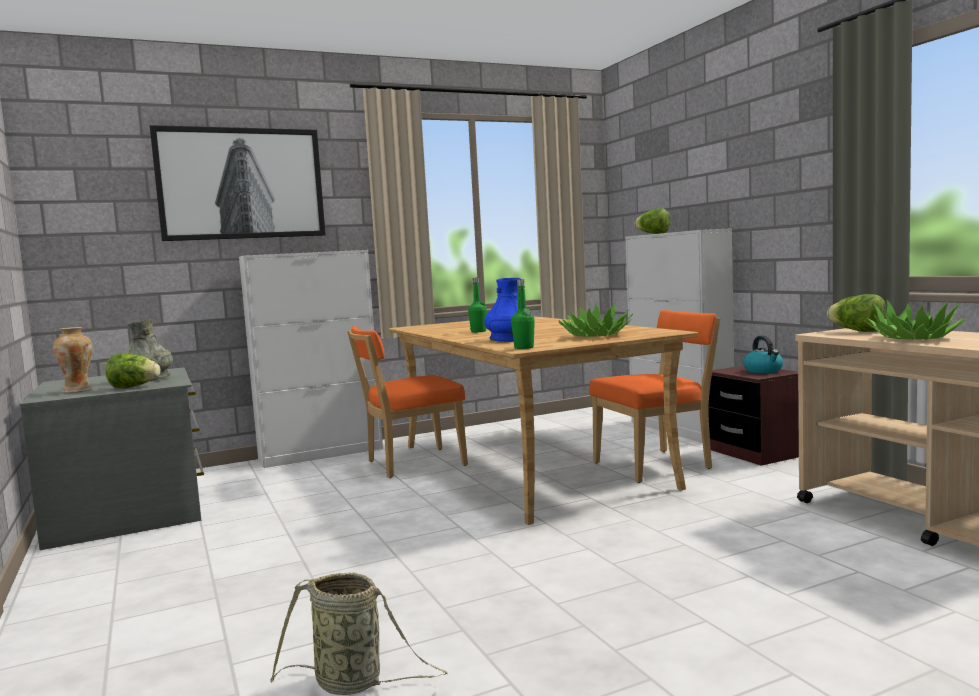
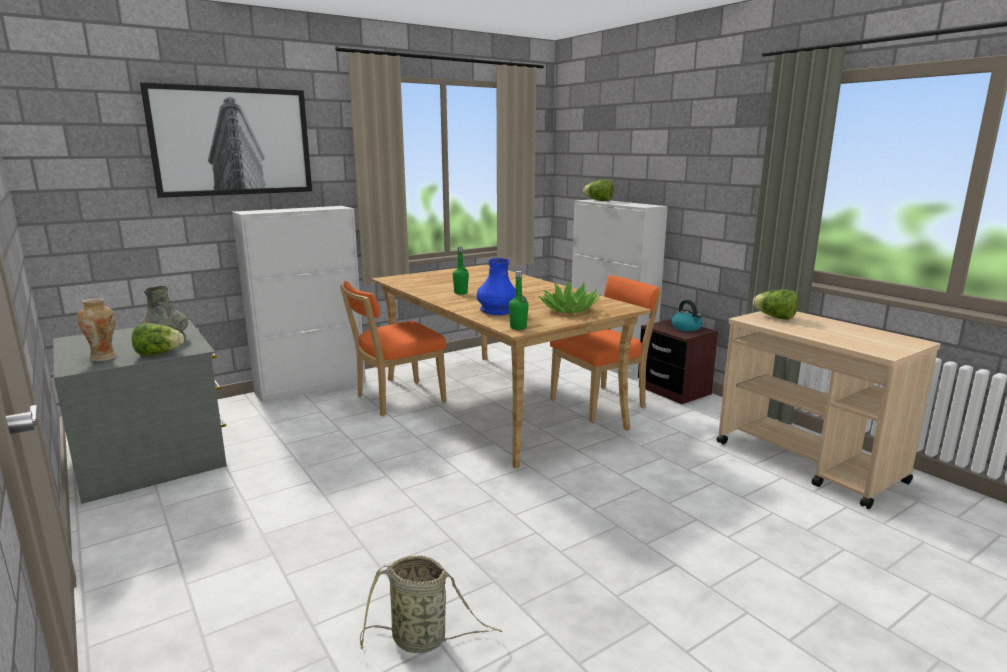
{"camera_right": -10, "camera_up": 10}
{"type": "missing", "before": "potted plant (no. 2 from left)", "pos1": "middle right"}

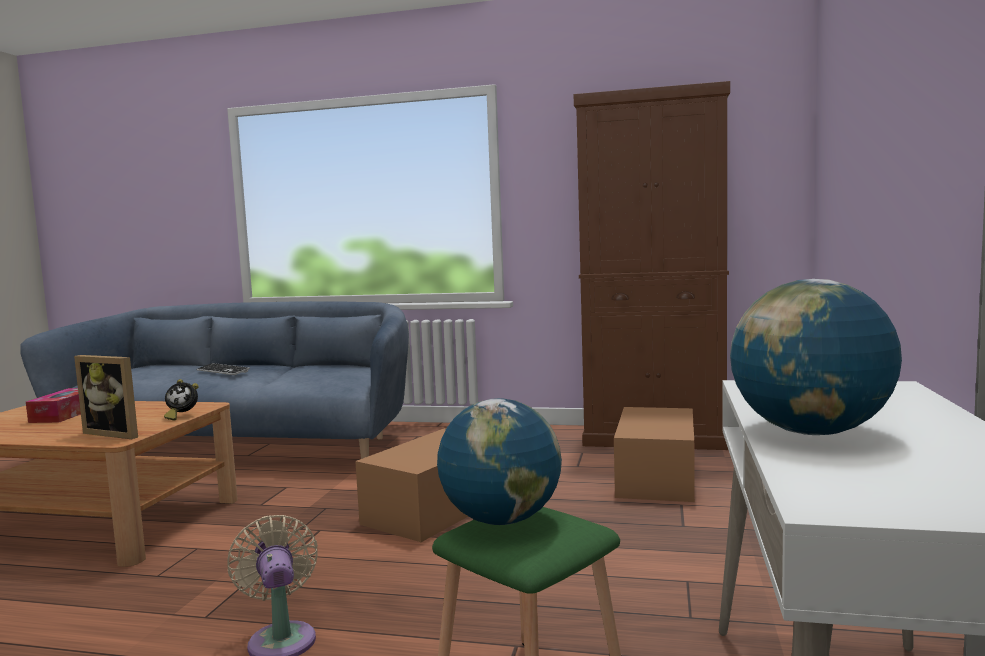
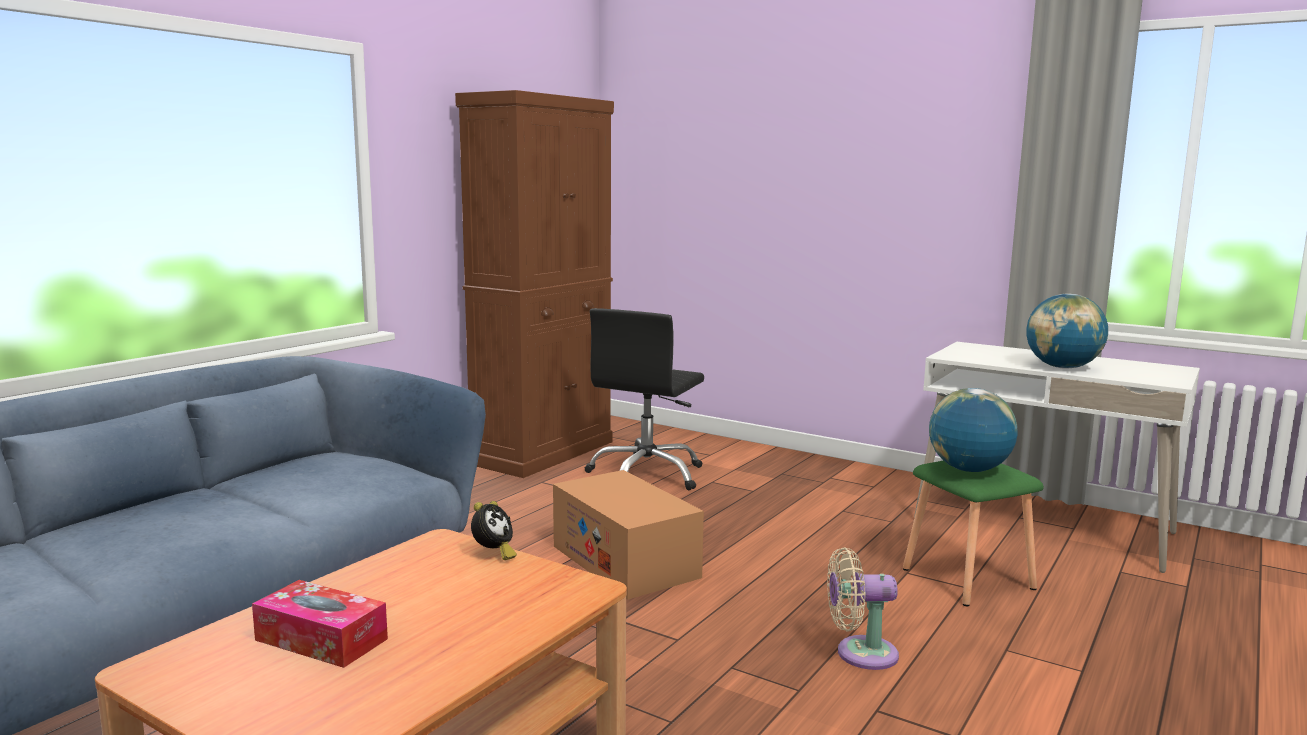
{"camera_right": -70, "camera_up": 5}
{"type": "missing", "before": "photo frame", "pos1": "middle left"}
{"type": "missing", "before": "keyboard", "pos1": "middle left"}
{"type": "exchanged", "before": "packing box (no. 2 from left)", "after": "blackish desk chair", "pos1": "bottom centre", "pos2": "centre"}

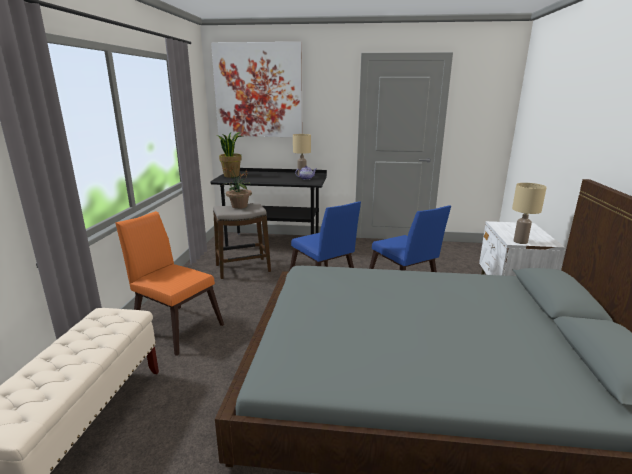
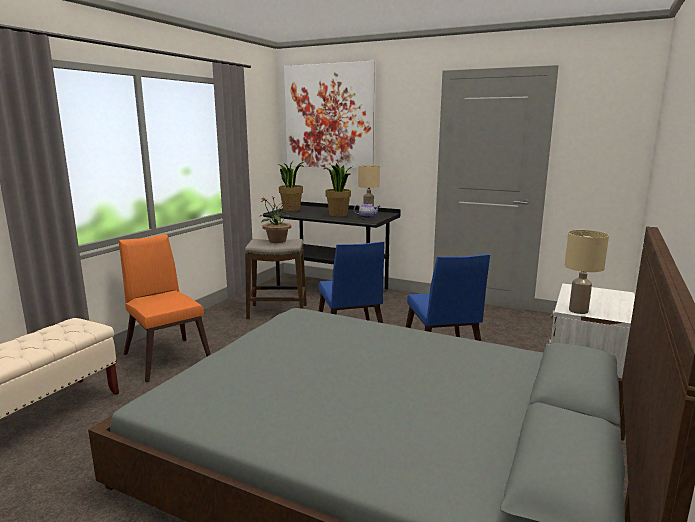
{"camera_right": 20, "camera_up": -5}
{"type": "appeared", "after": "potted plant (no. 3 from left)", "pos2": "centre"}

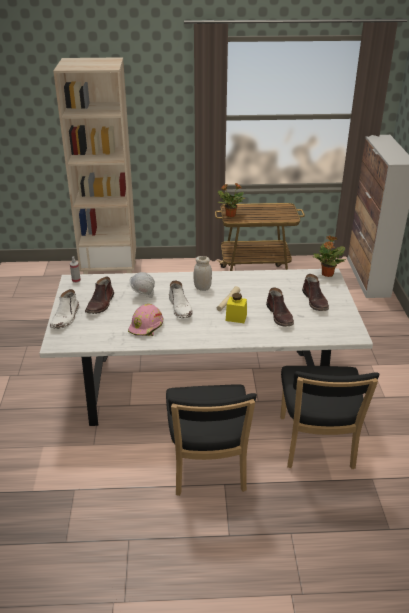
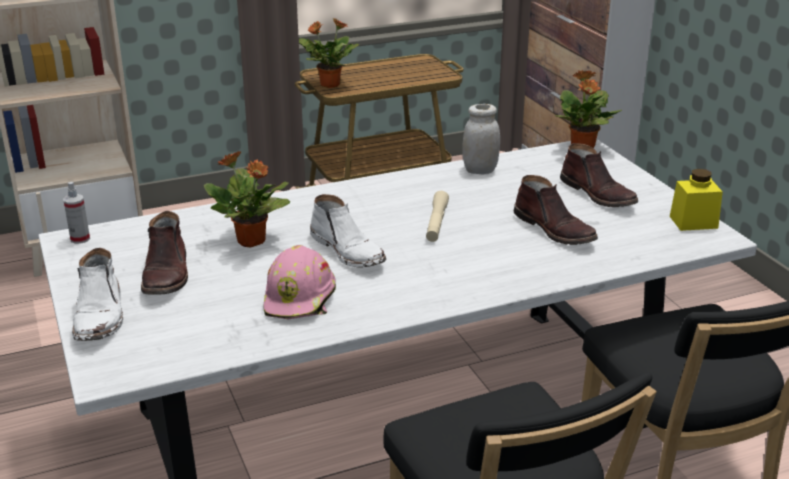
{"camera_right": -20, "camera_up": -5}
{"type": "relocated", "before": "whitish storage jar", "pos1": "centre", "pos2": "top centre"}
{"type": "relocated", "before": "yellow-coloured storage jar", "pos1": "centre", "pos2": "middle right"}
{"type": "exchanged", "before": "whitish hard hat", "after": "potted plant (no. 1 from left)", "pos1": "centre", "pos2": "middle left"}

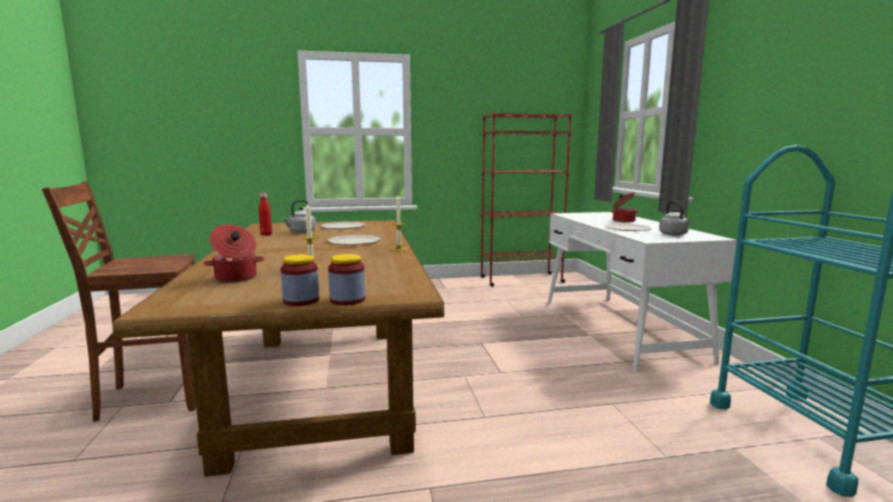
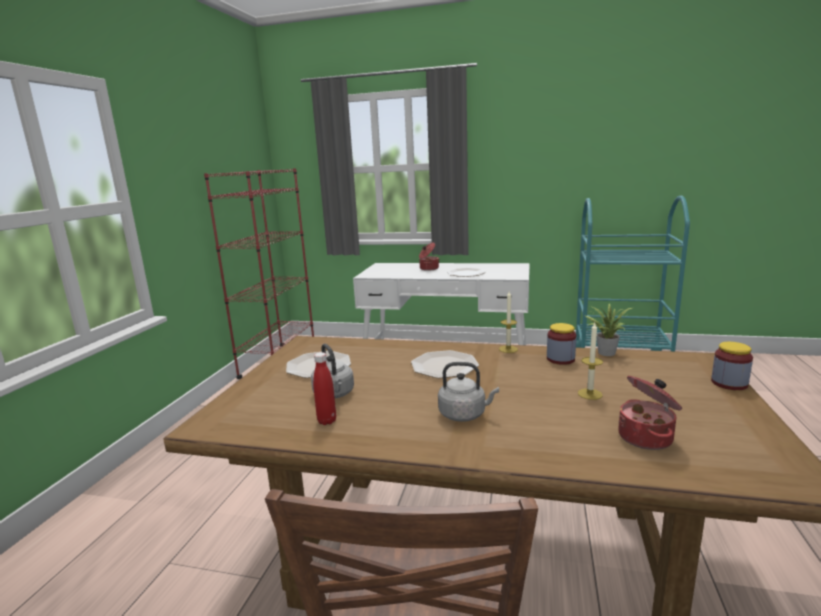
{"camera_right": -65, "camera_up": 5}
{"type": "appeared", "after": "potted plant", "pos2": "middle right"}
{"type": "relocated", "before": "storage jar (no. 1 from left)", "pos1": "centre", "pos2": "middle right"}
{"type": "relocated", "before": "gray kettle (no. 2 from left)", "pos1": "middle right", "pos2": "centre"}

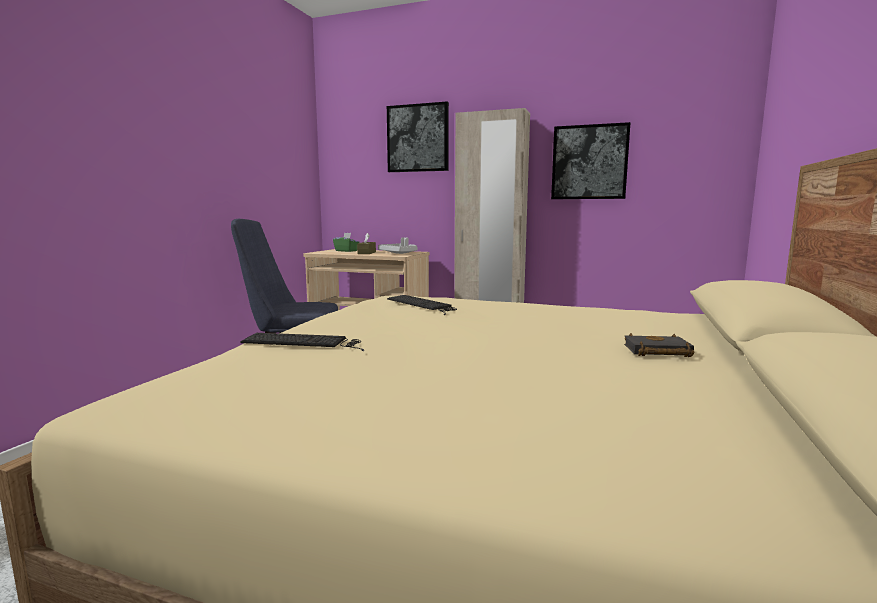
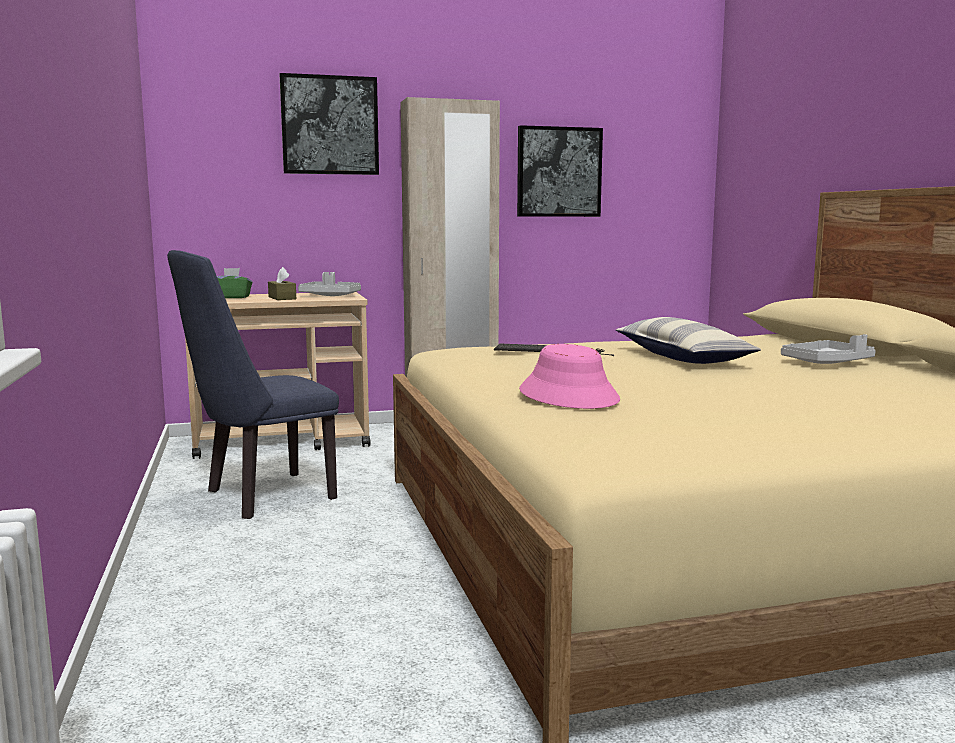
{"camera_right": -35, "camera_up": 0}
{"type": "appeared", "after": "cushion", "pos2": "middle right"}
{"type": "exchanged", "before": "keyboard (no. 1 from left)", "after": "pinkish hat", "pos1": "centre", "pos2": "centre"}
{"type": "exchanged", "before": "blackish bound book", "after": "gray carrying tray (no. 2 from left)", "pos1": "middle right", "pos2": "middle right"}

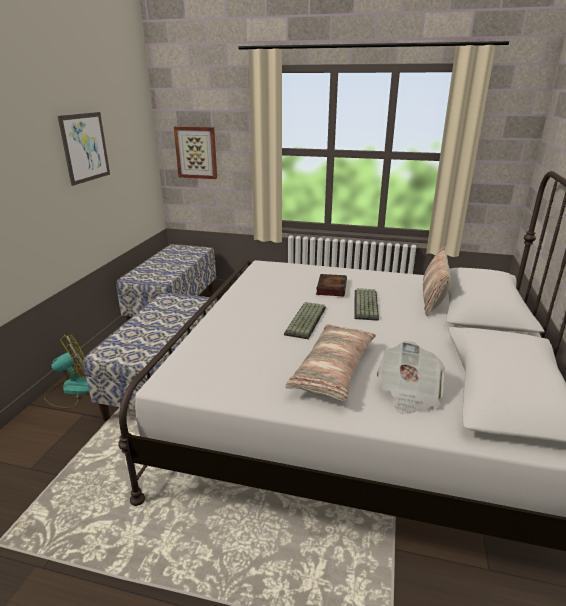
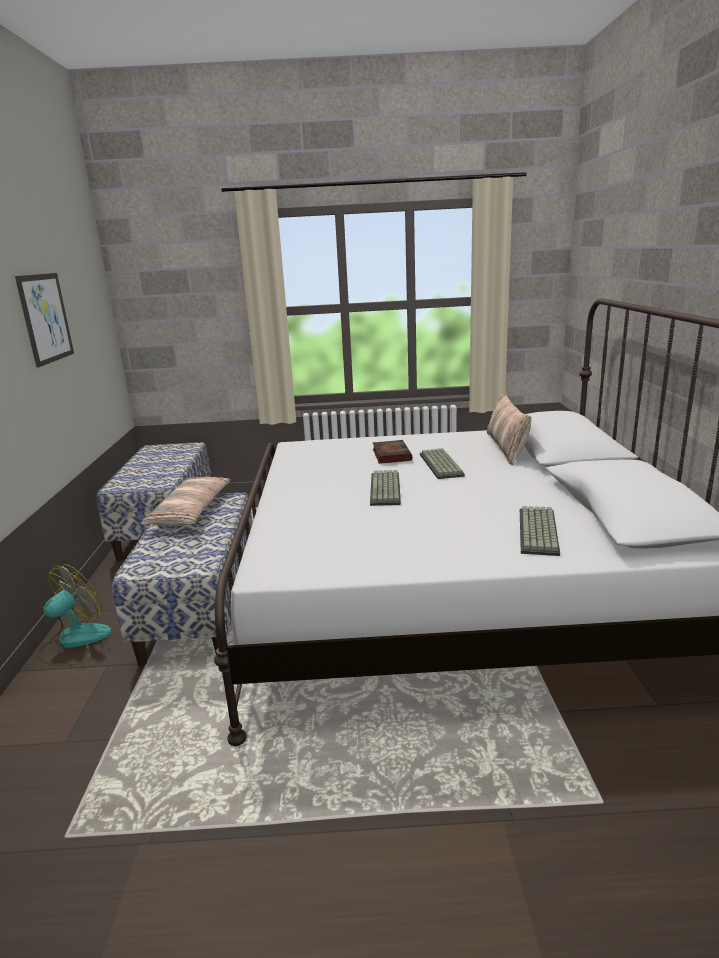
{"camera_right": -15, "camera_up": -5}
{"type": "missing", "before": "wall picture (no. 2 from left)", "pos1": "top centre"}
{"type": "relocated", "before": "cushion (no. 1 from left)", "pos1": "centre", "pos2": "middle left"}
{"type": "exchanged", "before": "daily paper", "after": "keyboard (no. 3 from left)", "pos1": "middle right", "pos2": "middle right"}

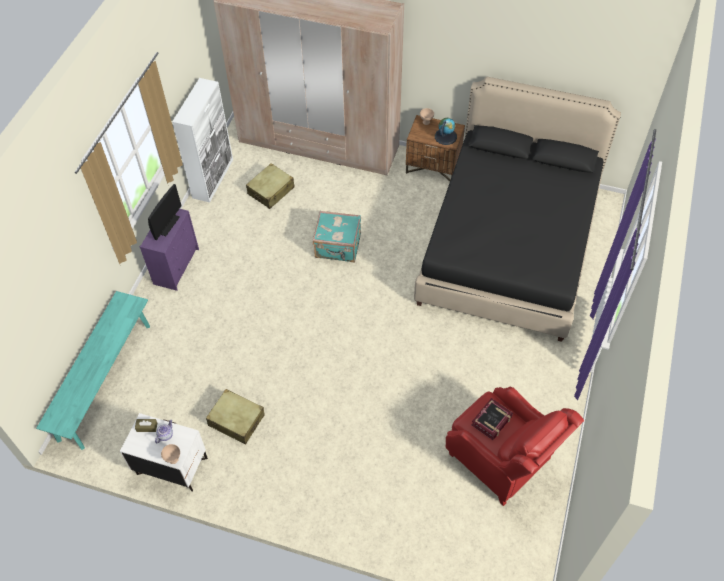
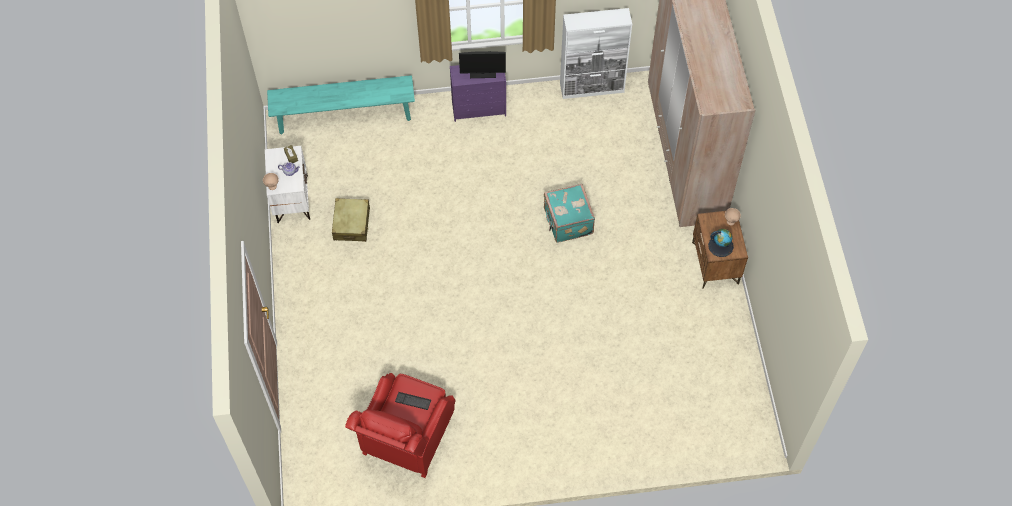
{"camera_right": 65, "camera_up": 5}
{"type": "missing", "before": "sand-coloured suitcase (no. 2 from left)", "pos1": "top centre"}
{"type": "missing", "before": "blackish bedroom bed", "pos1": "middle right"}
{"type": "exchanged", "before": "bound book", "after": "keyboard", "pos1": "bottom right", "pos2": "bottom centre"}

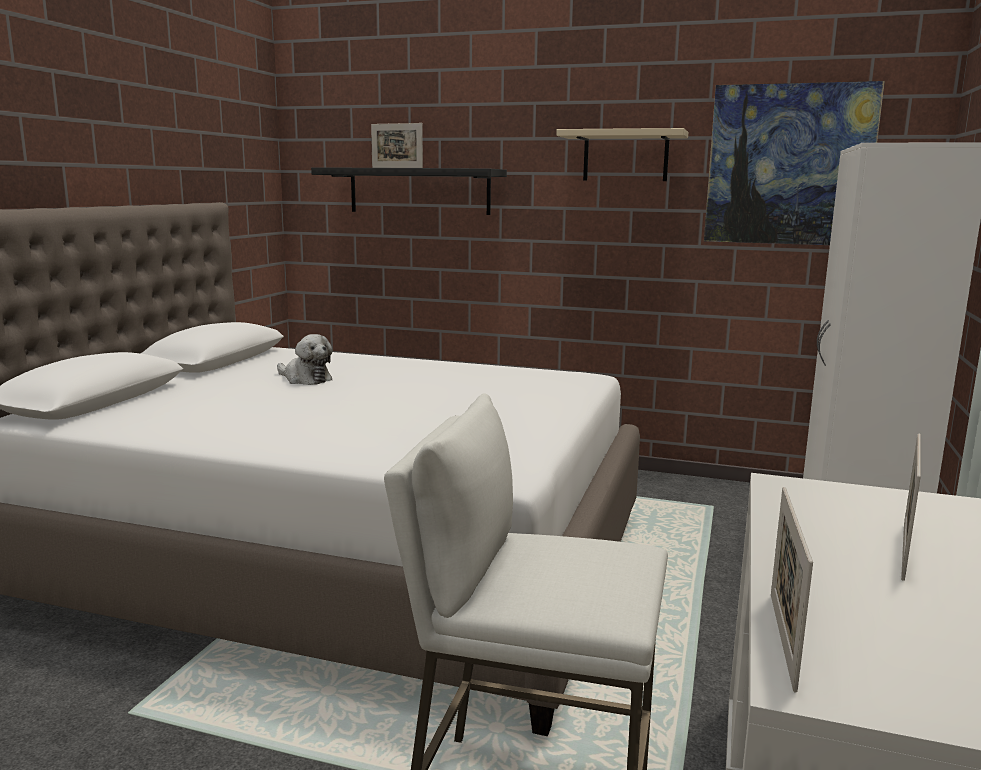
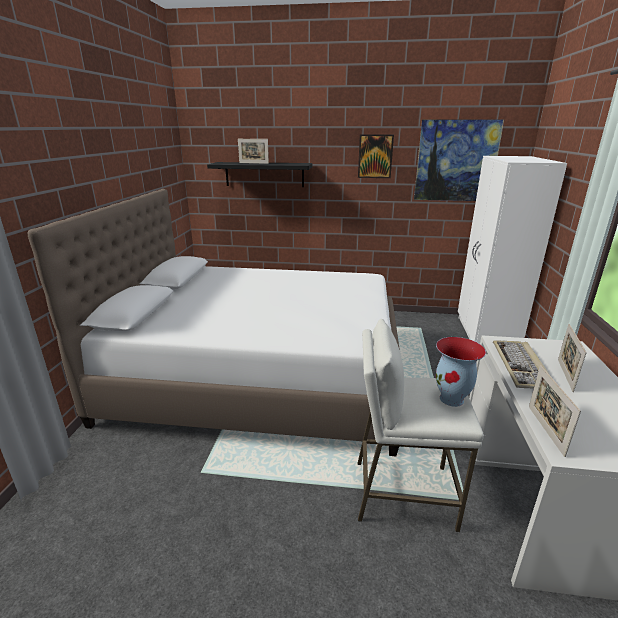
{"camera_right": -10, "camera_up": 10}
{"type": "missing", "before": "soft toy", "pos1": "middle left"}
{"type": "appeared", "after": "decorative vase", "pos2": "middle right"}
{"type": "appeared", "after": "keyboard", "pos2": "middle right"}
{"type": "exchanged", "before": "sand-coloured shelf", "after": "wall picture (no. 1 from left)", "pos1": "top centre", "pos2": "top centre"}

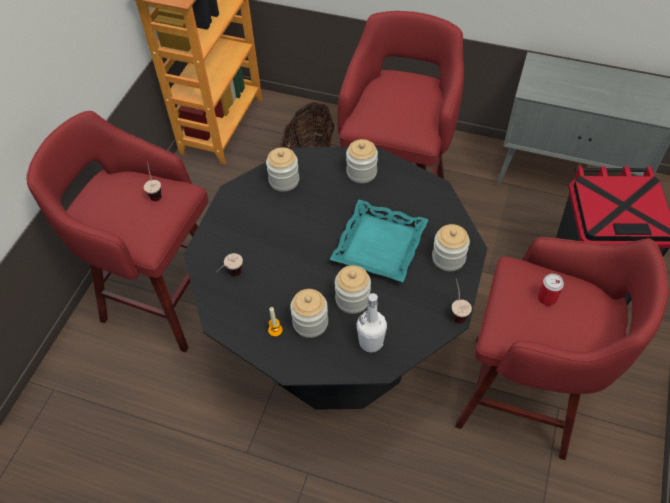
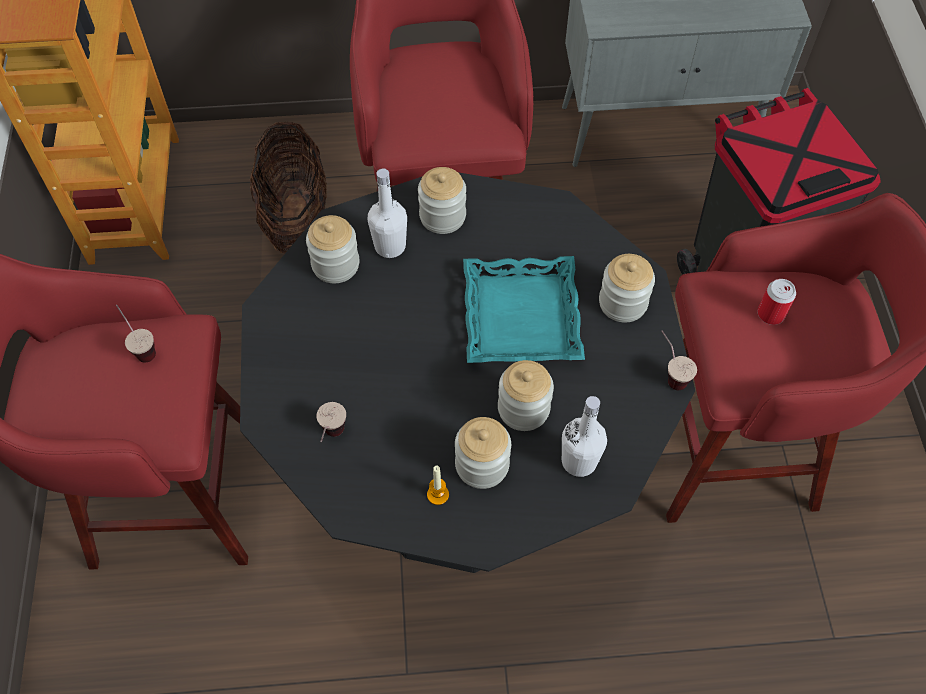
{"camera_right": -25, "camera_up": 5}
{"type": "appeared", "after": "whitish beverage bottle (no. 1 from left)", "pos2": "top centre"}

